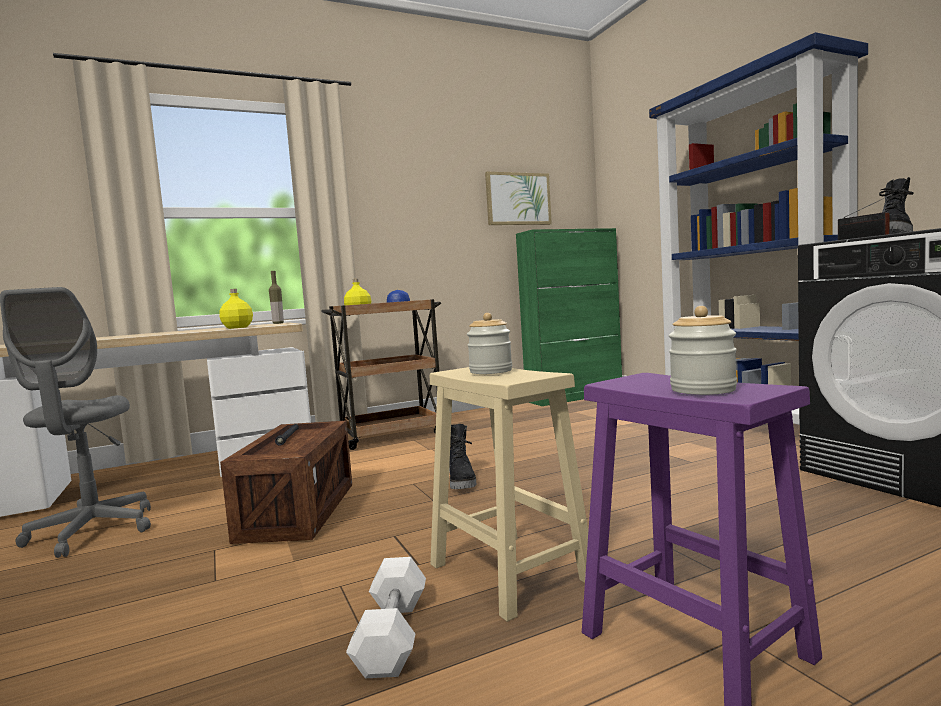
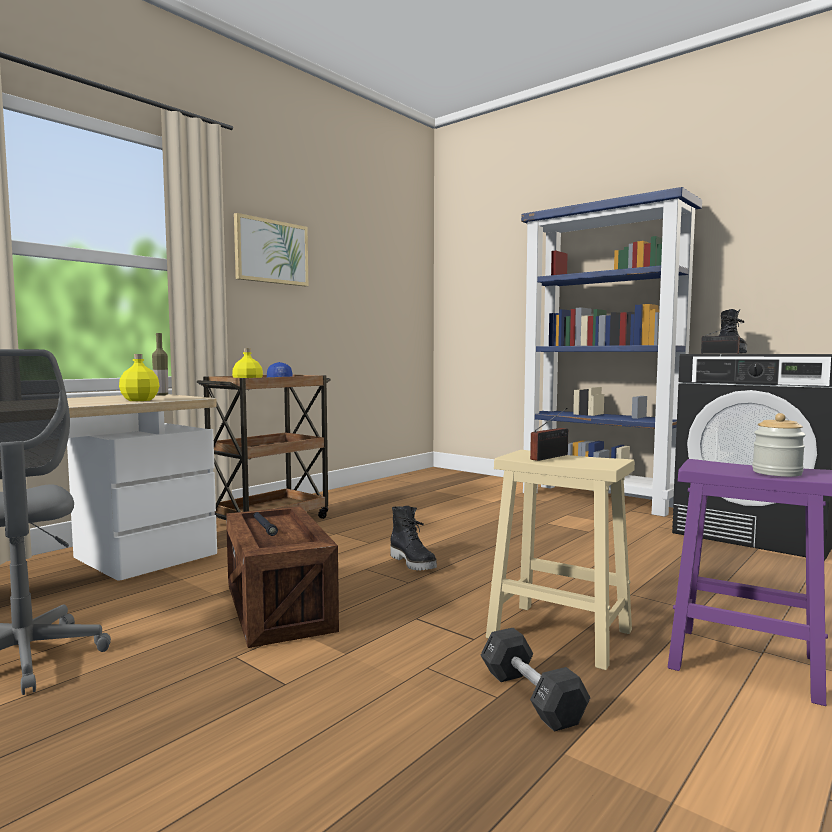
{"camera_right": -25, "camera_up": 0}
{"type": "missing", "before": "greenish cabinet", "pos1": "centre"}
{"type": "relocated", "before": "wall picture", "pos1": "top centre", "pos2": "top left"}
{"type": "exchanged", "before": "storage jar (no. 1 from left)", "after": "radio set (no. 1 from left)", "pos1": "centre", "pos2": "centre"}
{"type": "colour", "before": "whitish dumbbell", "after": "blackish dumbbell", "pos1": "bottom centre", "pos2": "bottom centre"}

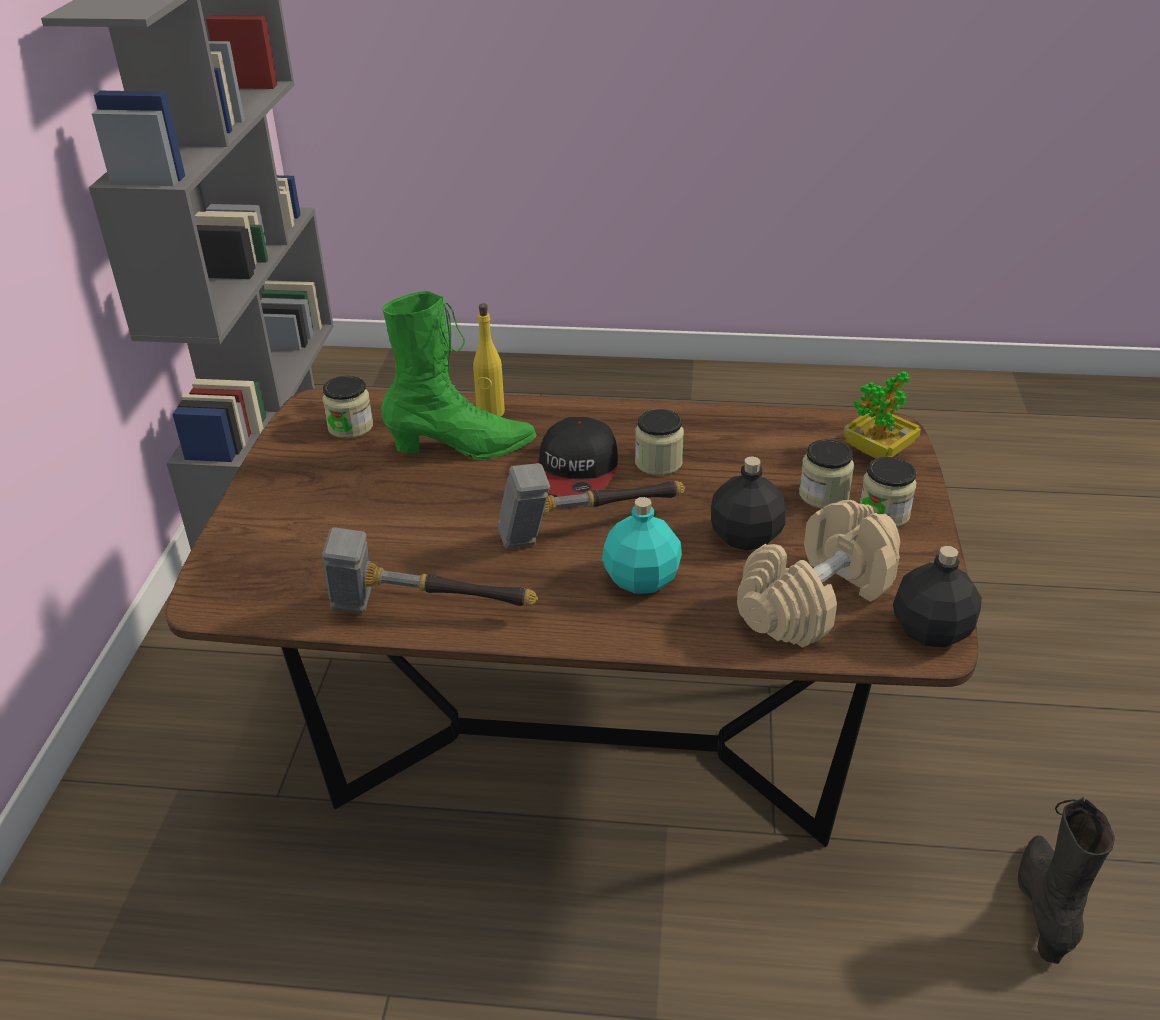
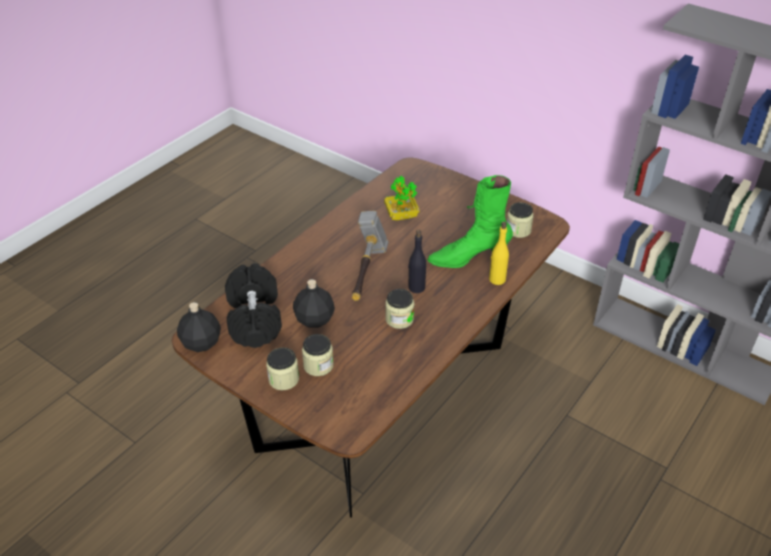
{"camera_right": 120, "camera_up": 5}
{"type": "missing", "before": "hand hammer (no. 1 from left)", "pos1": "centre"}
{"type": "missing", "before": "blue-green beverage bottle", "pos1": "centre"}
{"type": "missing", "before": "blackish tall boot", "pos1": "bottom right"}
{"type": "relocated", "before": "potted plant", "pos1": "middle right", "pos2": "centre"}
{"type": "exchanged", "before": "peaked cap", "after": "blackish beverage bottle (no. 3 from left)", "pos1": "centre", "pos2": "centre"}
{"type": "colour", "before": "sand-coloured dumbbell", "after": "blackish dumbbell", "pos1": "middle right", "pos2": "middle left"}
{"type": "spun", "before": "greenish tall boot", "pos1": "centre", "pos2": "centre", "turn": 60}

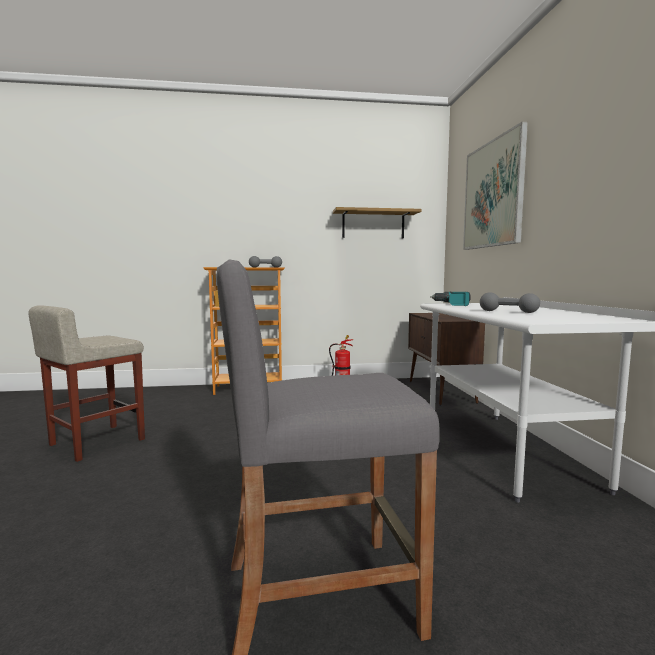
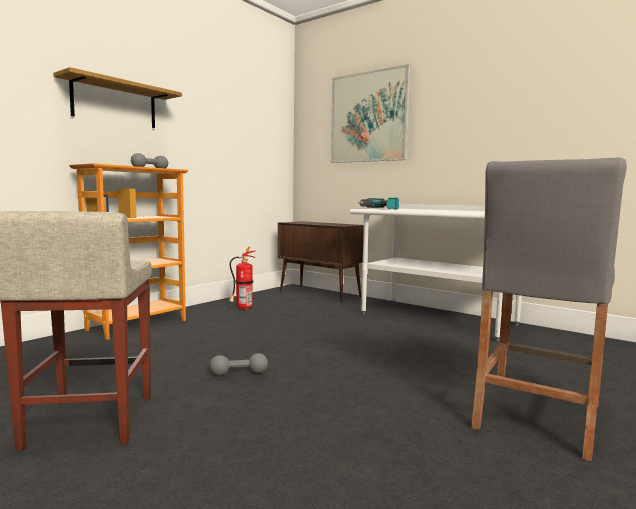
{"camera_right": -45, "camera_up": 0}
{"type": "relocated", "before": "shelf", "pos1": "centre", "pos2": "top left"}
{"type": "relocated", "before": "gray dumbbell (no. 2 from left)", "pos1": "middle right", "pos2": "bottom centre"}

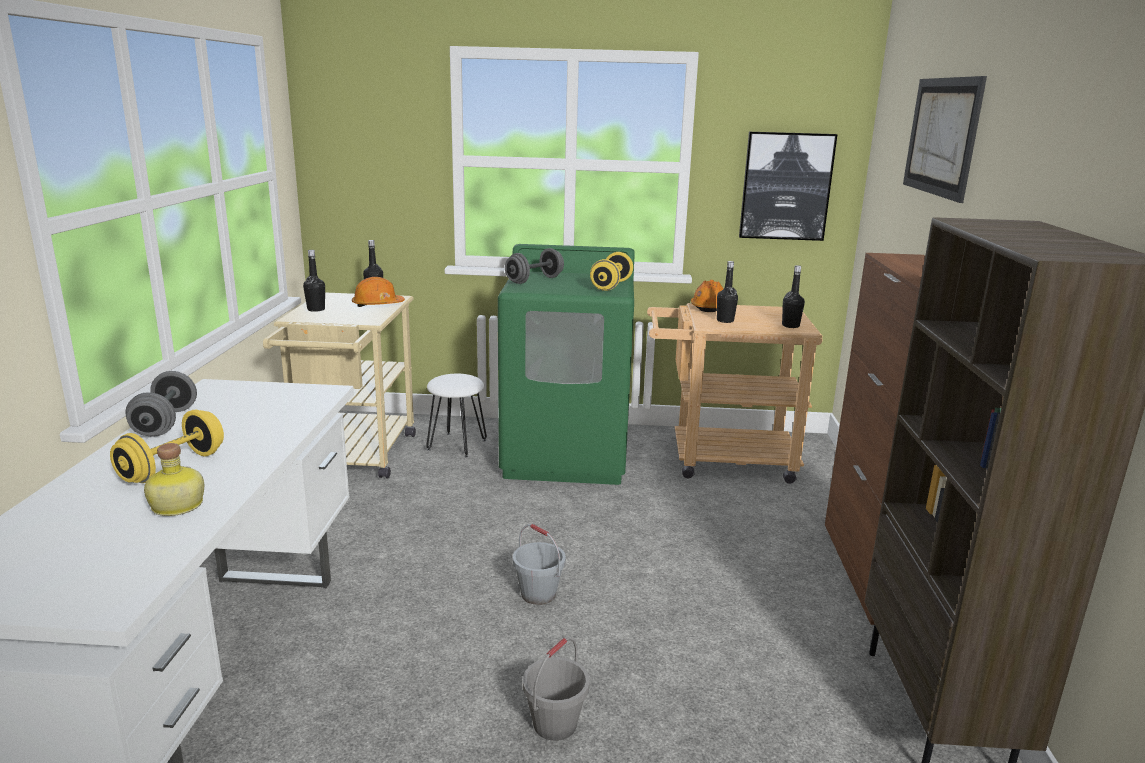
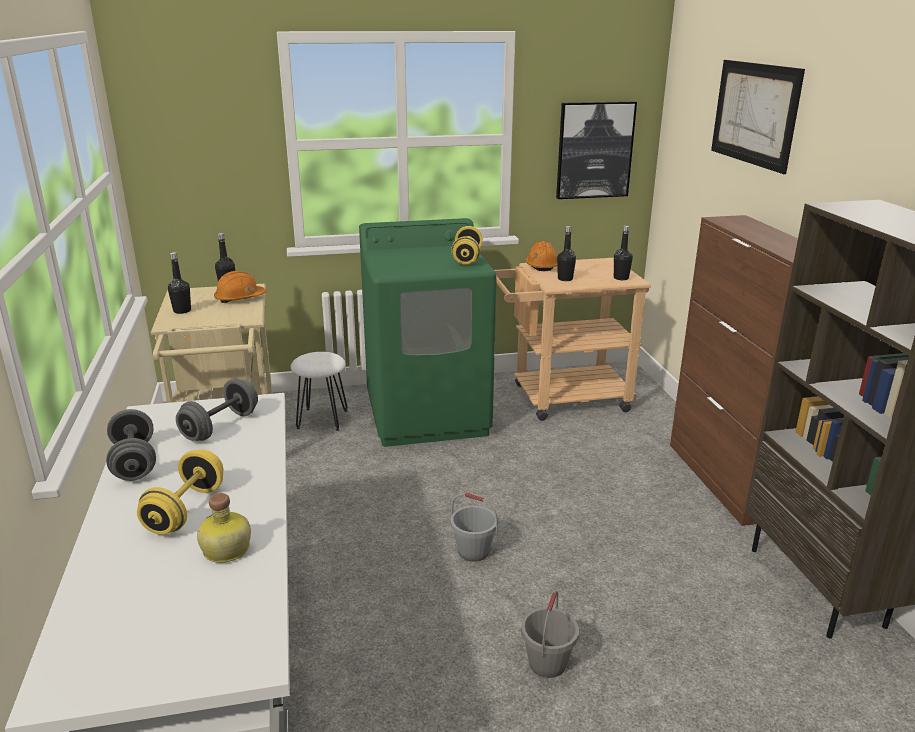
{"camera_right": -15, "camera_up": 5}
{"type": "relocated", "before": "gray dumbbell (no. 2 from left)", "pos1": "centre", "pos2": "middle left"}

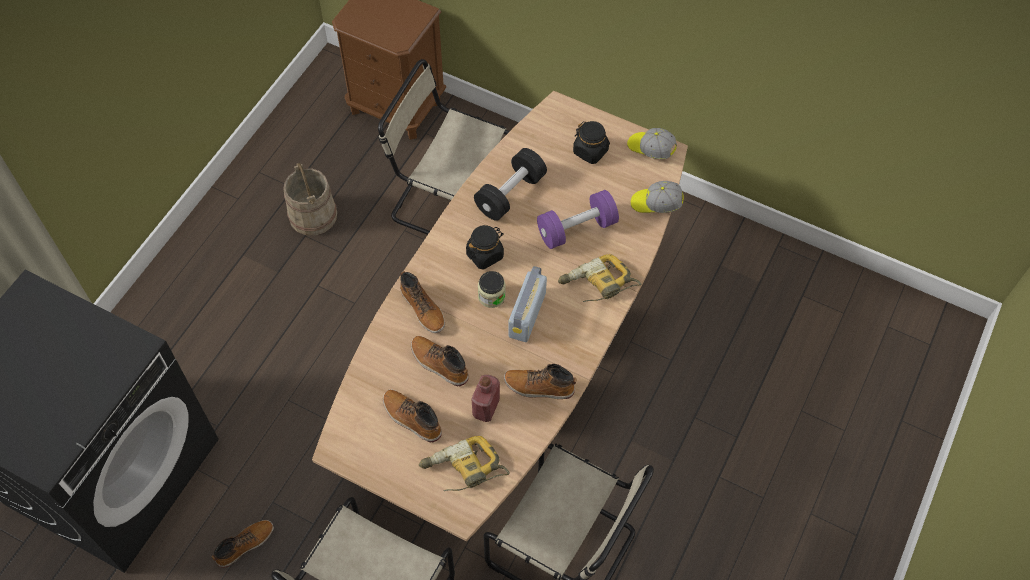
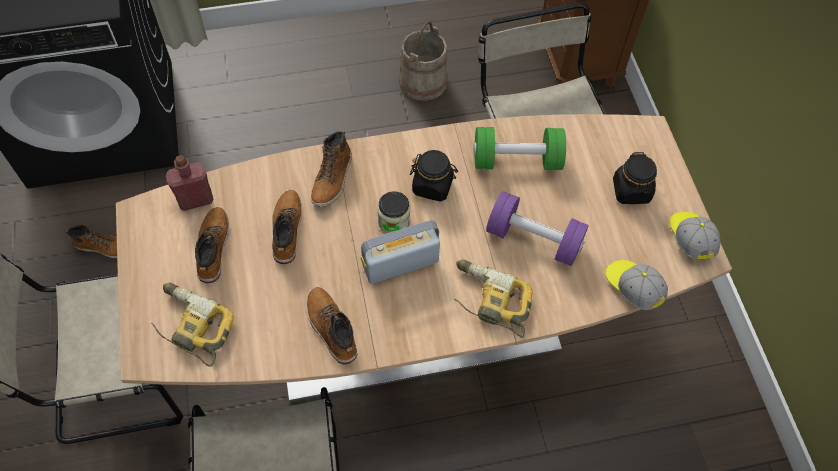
{"camera_right": 50, "camera_up": 0}
{"type": "relocated", "before": "red-coloured beverage bottle", "pos1": "bottom centre", "pos2": "middle left"}
{"type": "colour", "before": "blackish dumbbell", "after": "greenish dumbbell", "pos1": "top centre", "pos2": "top centre"}

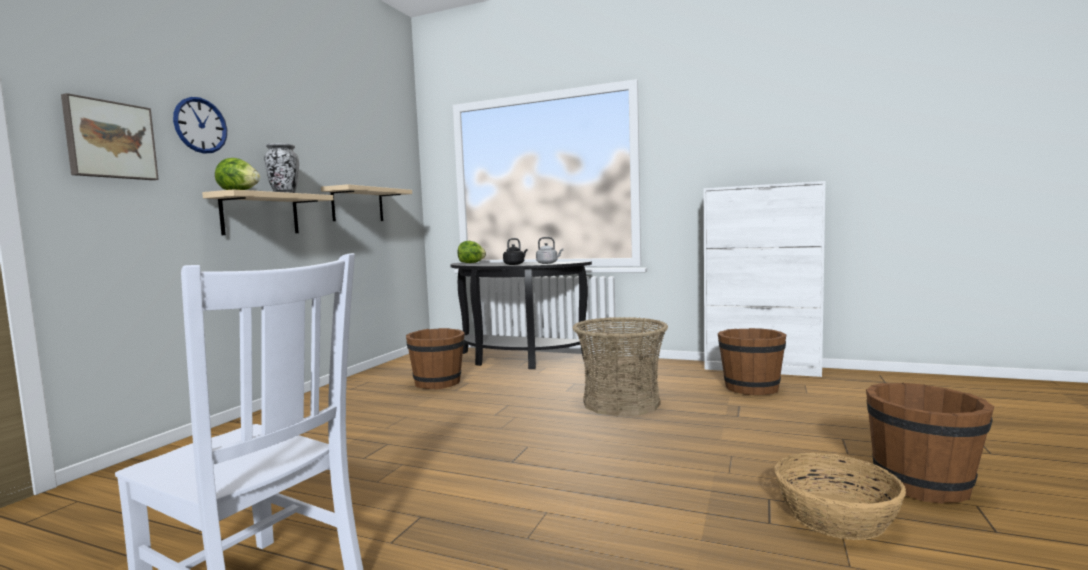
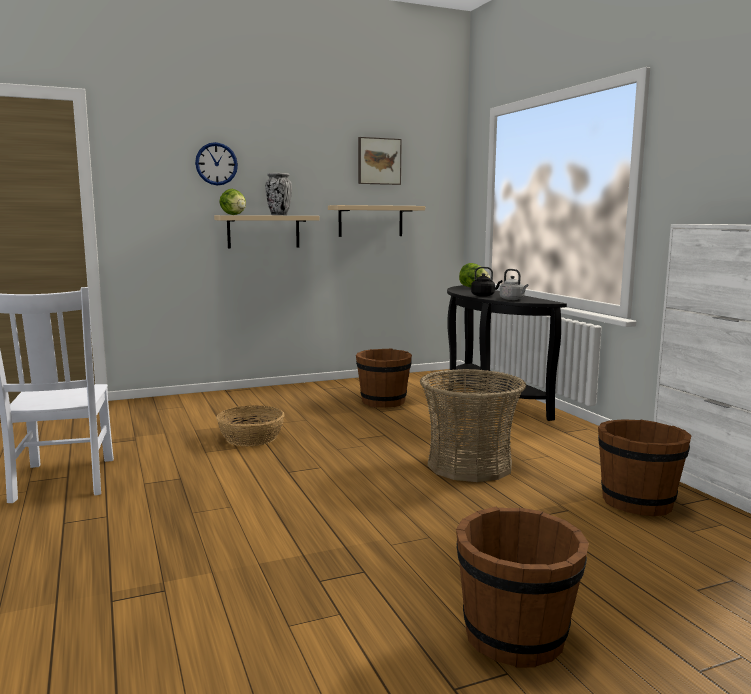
{"camera_right": 45, "camera_up": 5}
{"type": "relocated", "before": "wall picture", "pos1": "top left", "pos2": "top centre"}
{"type": "relocated", "before": "basket (no. 2 from left in the first image)", "after": "basket (no. 1 from left)", "pos1": "bottom right", "pos2": "middle left"}

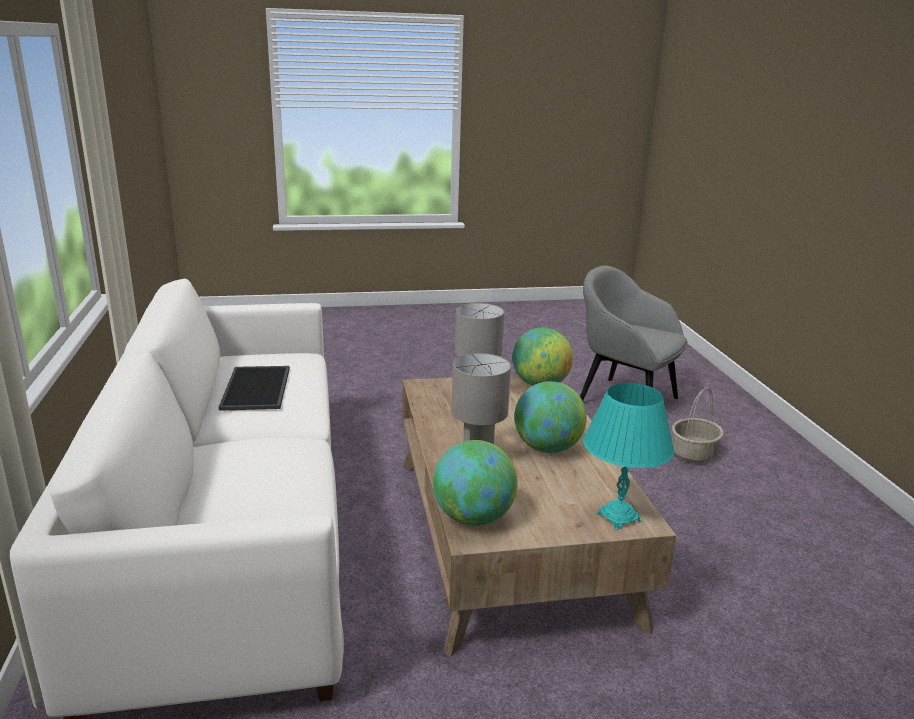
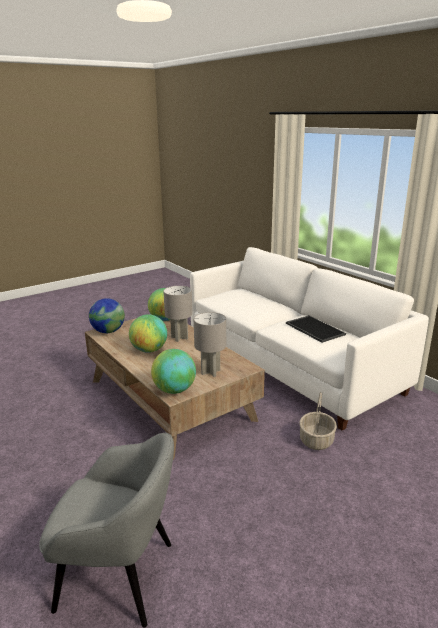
{"camera_right": 155, "camera_up": 0}
{"type": "relocated", "before": "basket", "pos1": "middle right", "pos2": "bottom right"}
{"type": "exchanged", "before": "blue-green lamp for a table", "after": "globe (no. 1 from left)", "pos1": "middle right", "pos2": "middle left"}

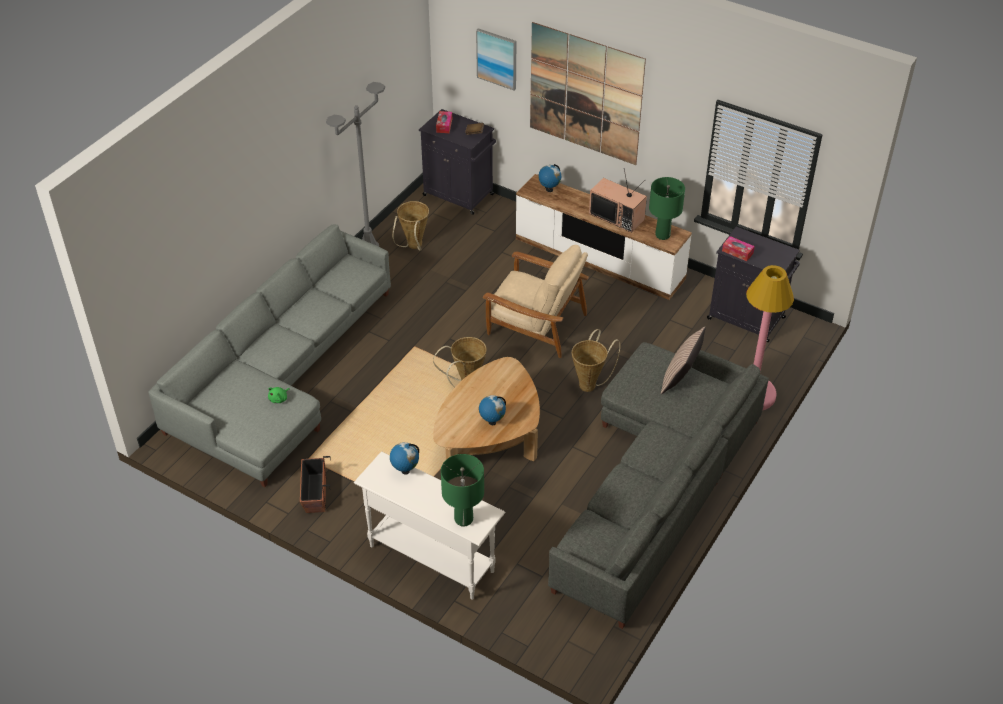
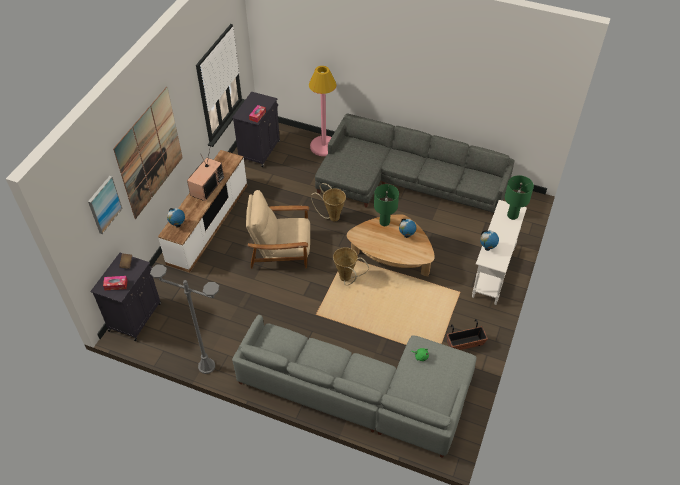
{"camera_right": -100, "camera_up": 5}
{"type": "missing", "before": "basket (no. 1 from left)", "pos1": "top centre"}
{"type": "missing", "before": "cushion", "pos1": "middle right"}
{"type": "relocated", "before": "greenish lamp for a table (no. 2 from left in the first image)", "after": "greenish lamp for a table (no. 1 from left)", "pos1": "top centre", "pos2": "centre"}
{"type": "spun", "before": "sand-coloured easy chair", "pos1": "centre", "pos2": "centre", "turn": -105}

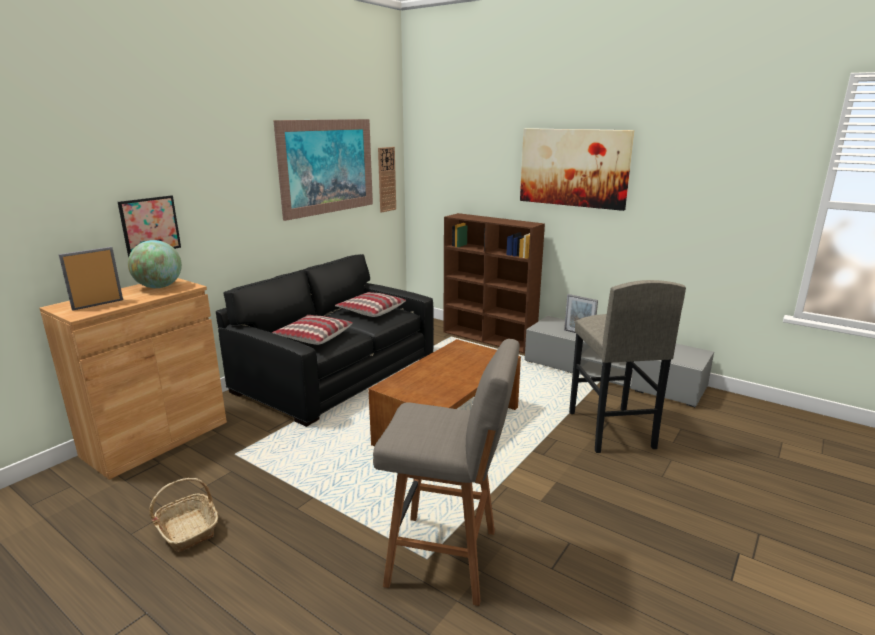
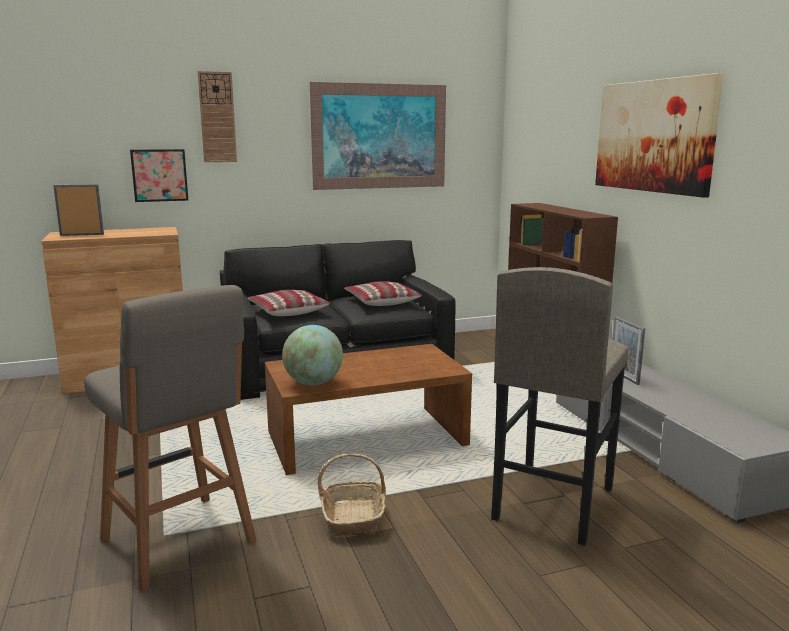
{"camera_right": 35, "camera_up": -5}
{"type": "relocated", "before": "globe", "pos1": "middle left", "pos2": "centre"}
{"type": "relocated", "before": "basket", "pos1": "bottom left", "pos2": "bottom centre"}
{"type": "relocated", "before": "wall clock", "pos1": "top centre", "pos2": "top left"}

